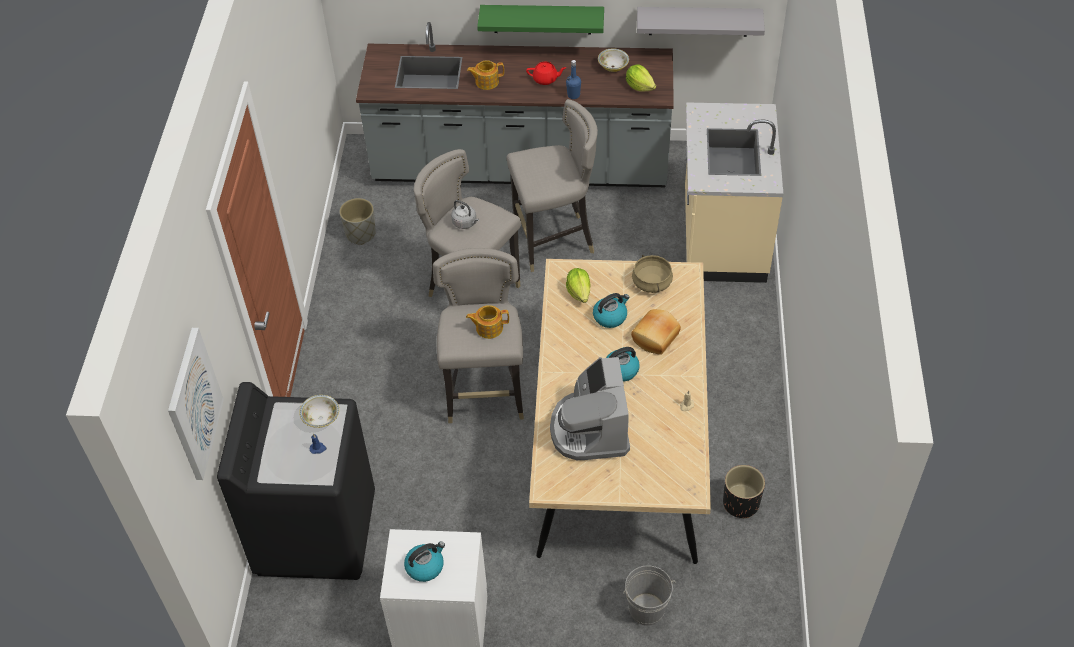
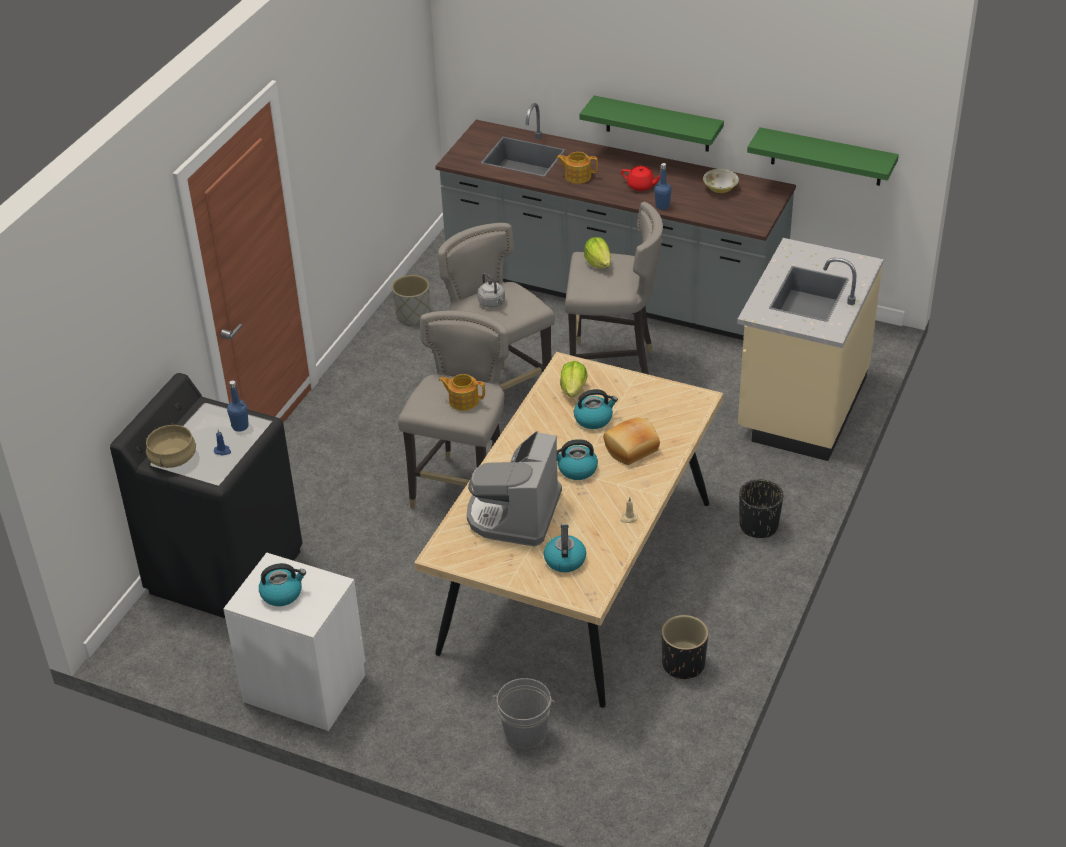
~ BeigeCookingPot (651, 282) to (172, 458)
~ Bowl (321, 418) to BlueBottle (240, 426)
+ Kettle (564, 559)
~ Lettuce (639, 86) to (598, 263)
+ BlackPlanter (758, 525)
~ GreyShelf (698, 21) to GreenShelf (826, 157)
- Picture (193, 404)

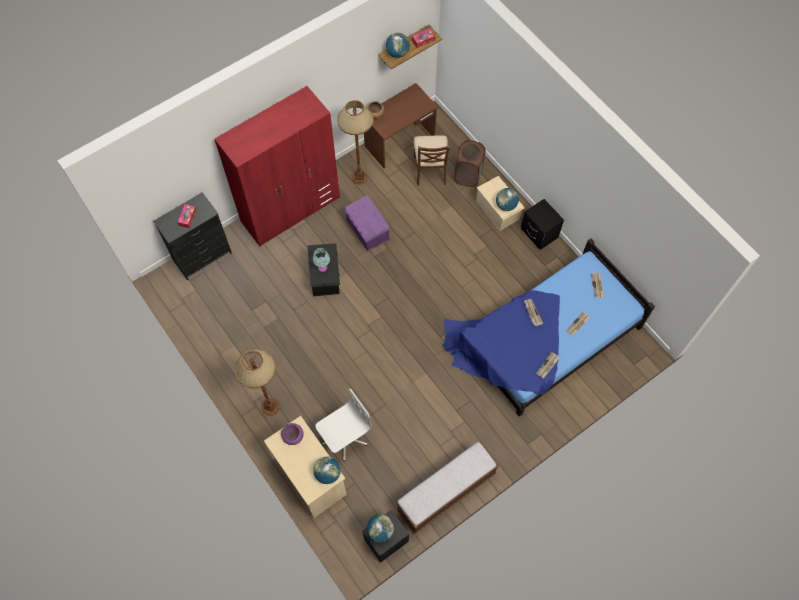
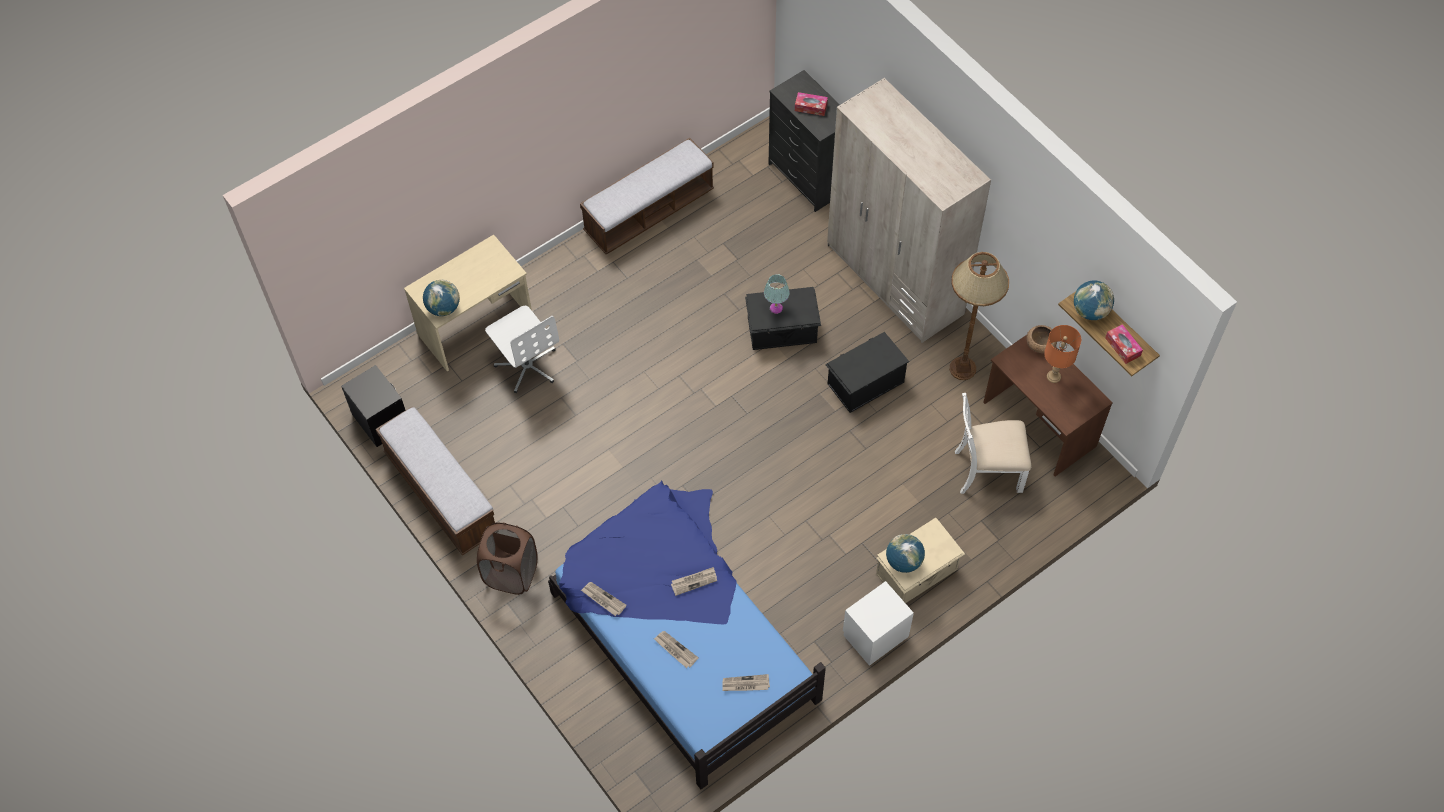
~ BrownLaundryBasket (468, 175) to (511, 574)
+ Bench (649, 212)
~ PurpleStorageBox (367, 230) to BlackStorageBox (864, 382)
~ RedWardrobe (291, 209) to BeigeWardrobe (894, 280)
~ BlackNightstand (538, 233) to WhiteNightstand (874, 634)
~ BrownChair (430, 170) to WhiteChair (987, 470)
+ OrangeTableLamp (1054, 376)
- BrownFloorLamp (270, 406)
- PurpleBowl (293, 436)
- Globe (380, 530)

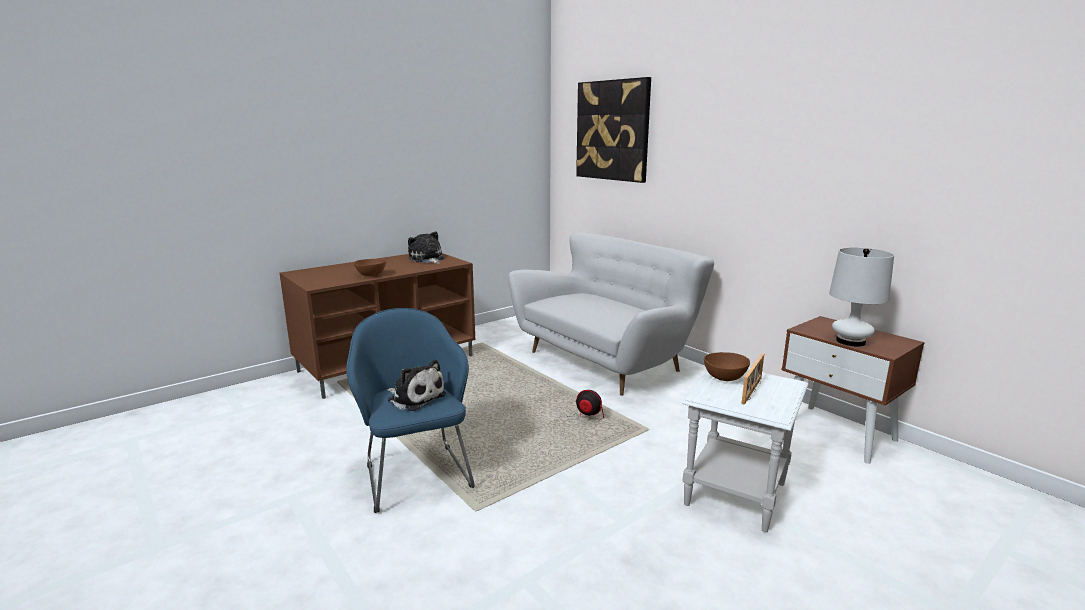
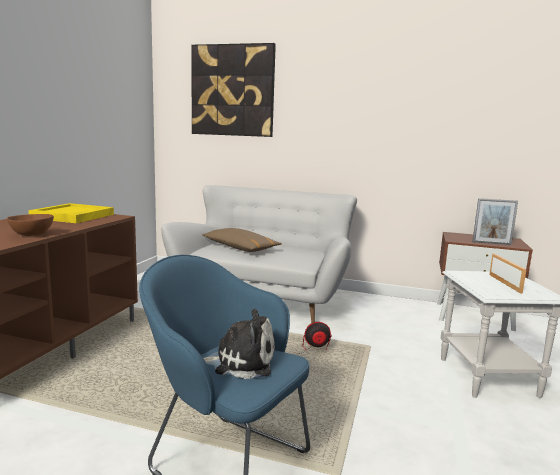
~ PlushToy (427, 259) to YellowTray (73, 216)
+ BrownPillow (240, 248)
~ WhiteTableLamp (850, 341) to PictureFrame (491, 243)
- BrownBowl (726, 378)

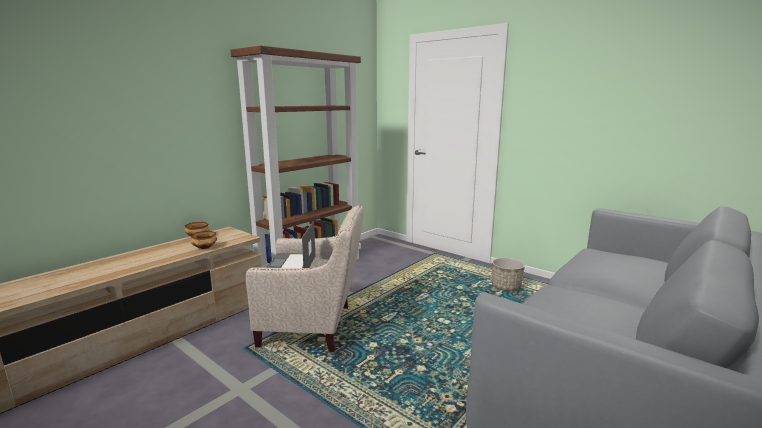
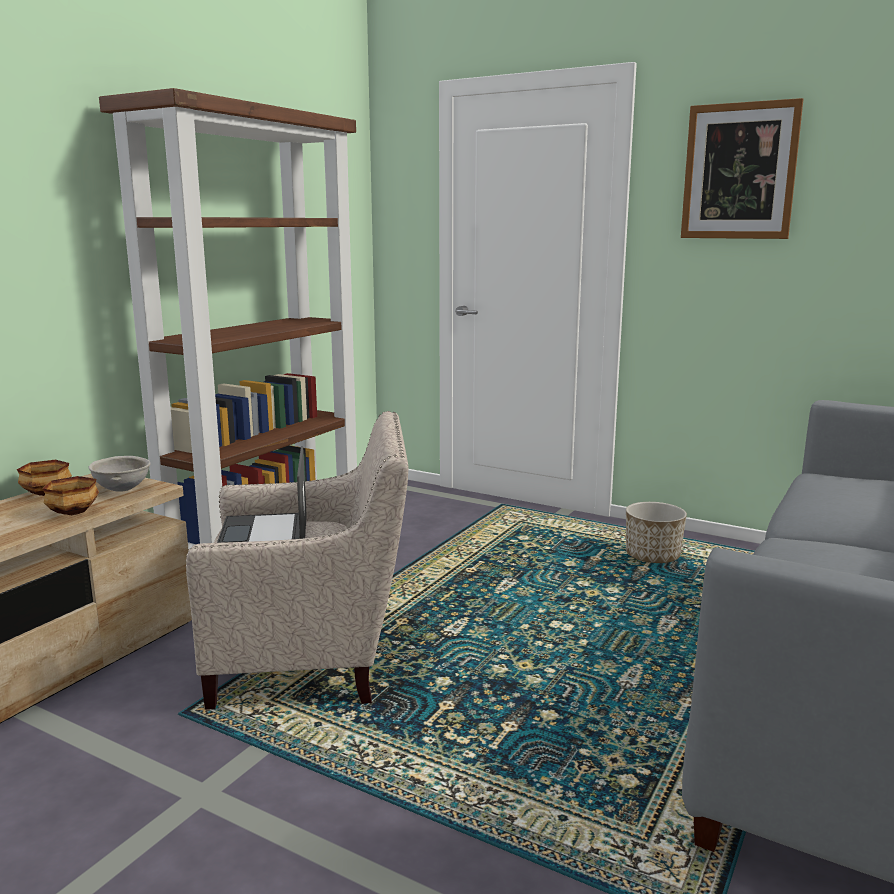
+ GreyBowl (123, 490)
+ Picture (739, 171)

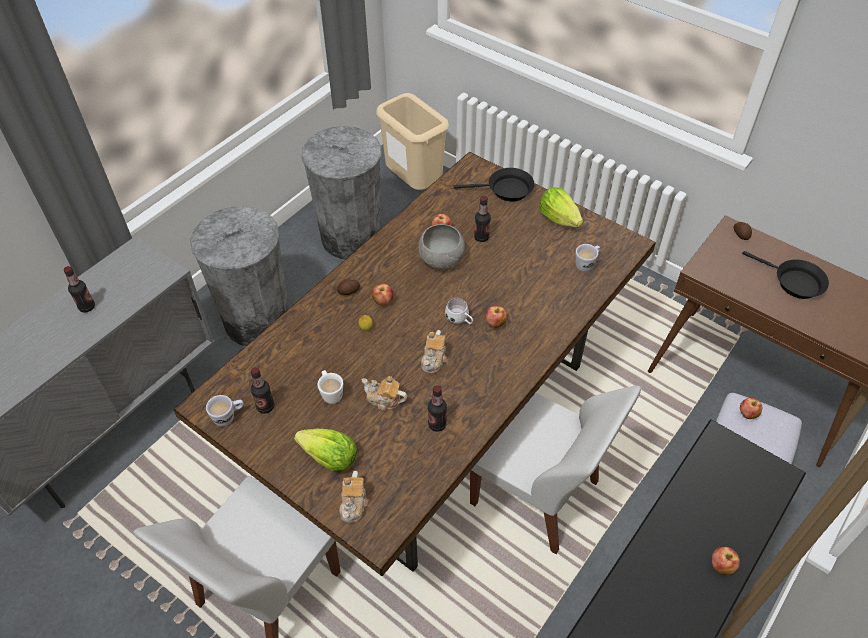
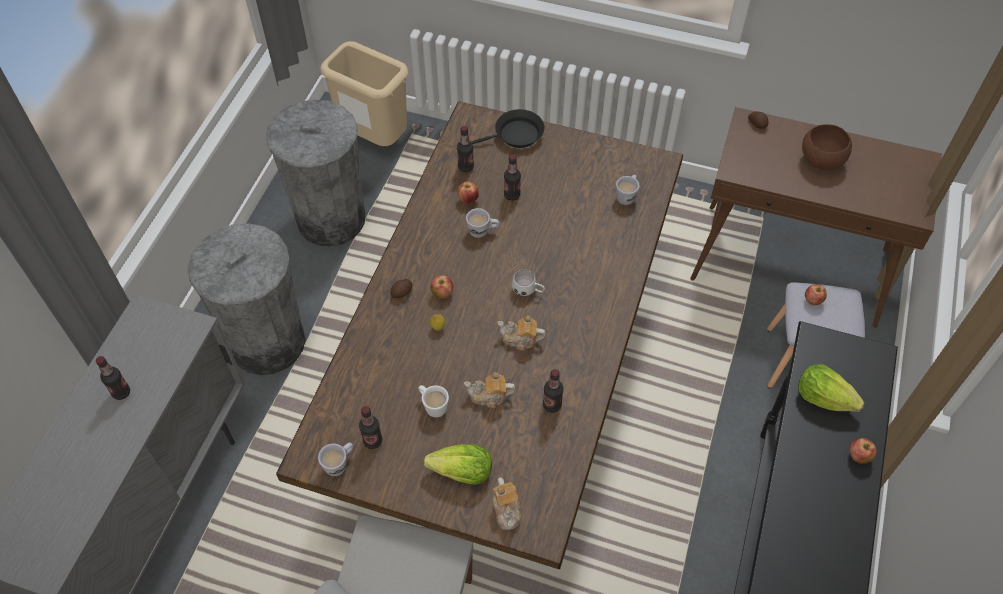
+ Bottle (465, 167)
~ GreyBowl (442, 260) to WhiteMug (482, 231)
~ Teapot (434, 359) = (520, 339) 105 degrees clockwise
~ Lettuce (559, 218) to (823, 398)
~ BlackFryingPan (793, 282) to BrownBowl (821, 161)
- WhiteChair (538, 495)
- Apple (495, 324)

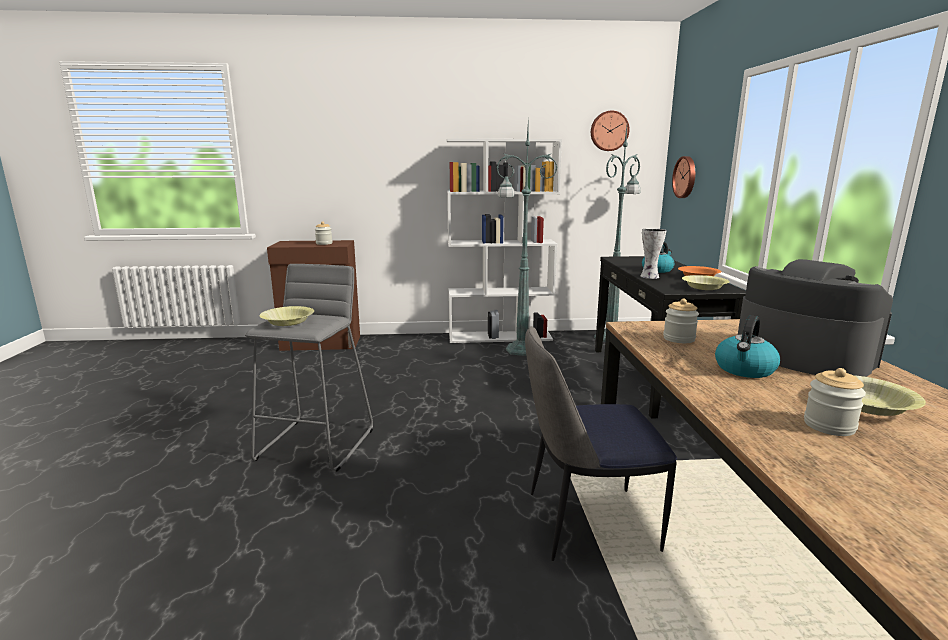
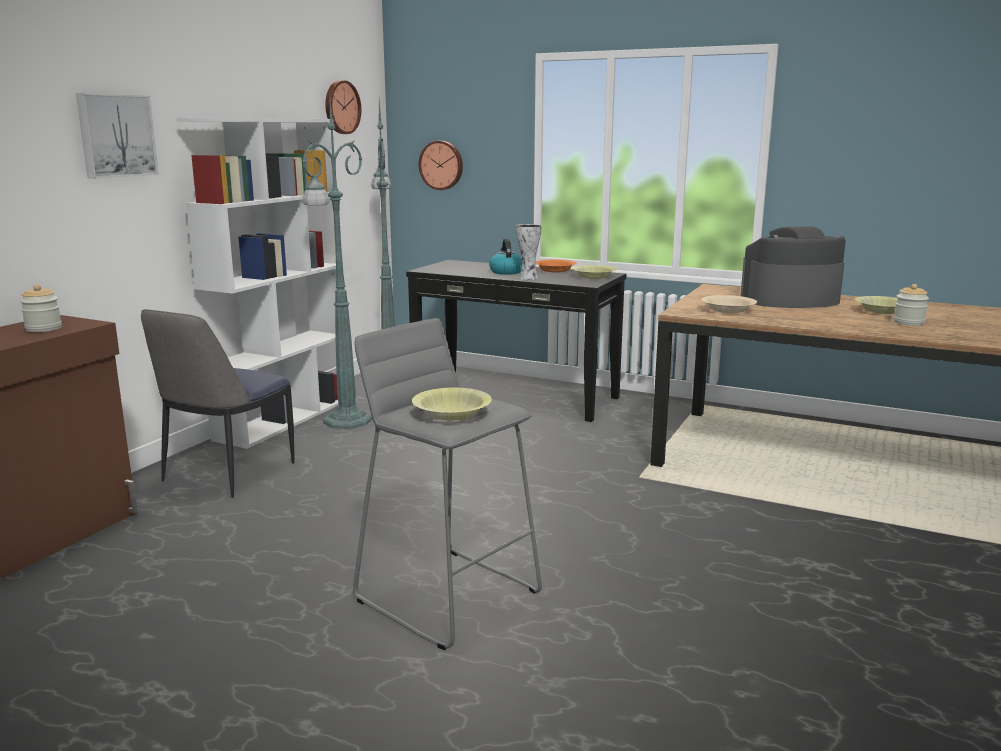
+ Picture (116, 135)
~ Chair (586, 522) to (227, 473)
~ Jar (679, 339) to BeigeBowl (728, 310)
- Kettle (745, 369)

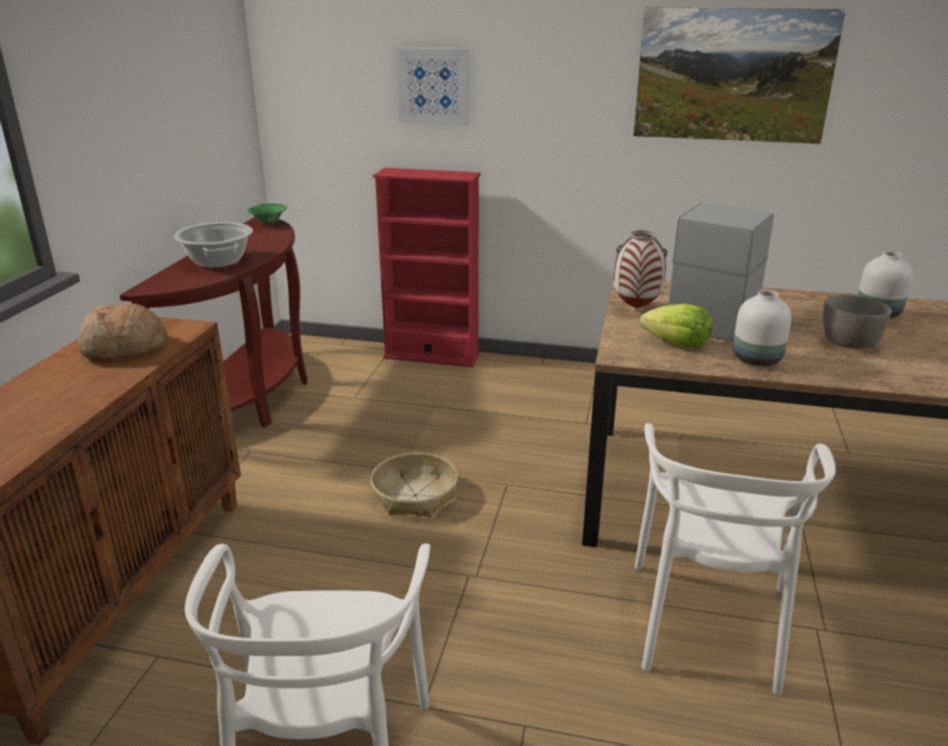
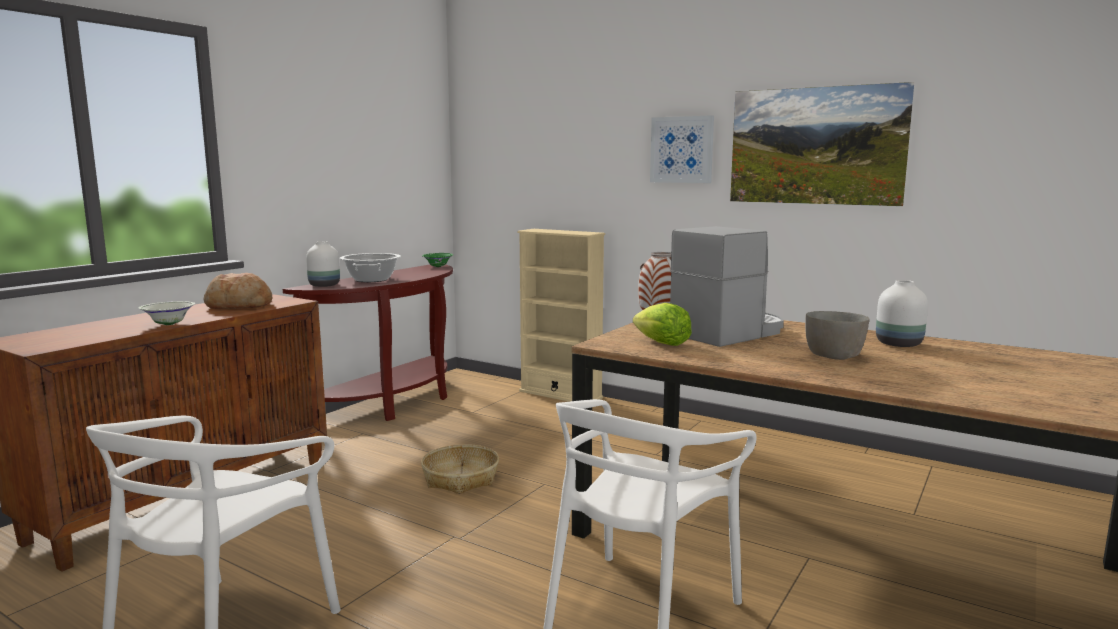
+ WhiteBowl (169, 324)
~ WhiteVase (756, 359) to (325, 285)
~ RedBookcase (431, 356) to BeigeBookcase (560, 394)
~ Picture (433, 86) to (682, 150)

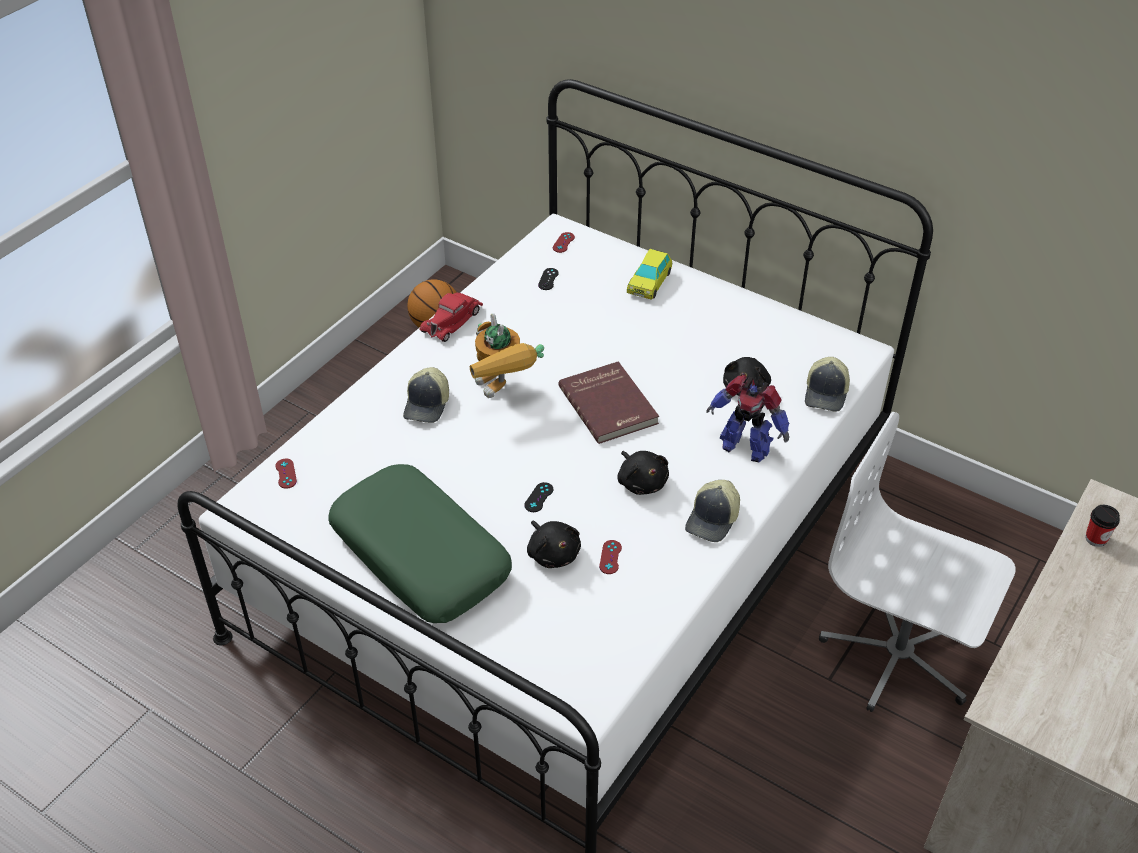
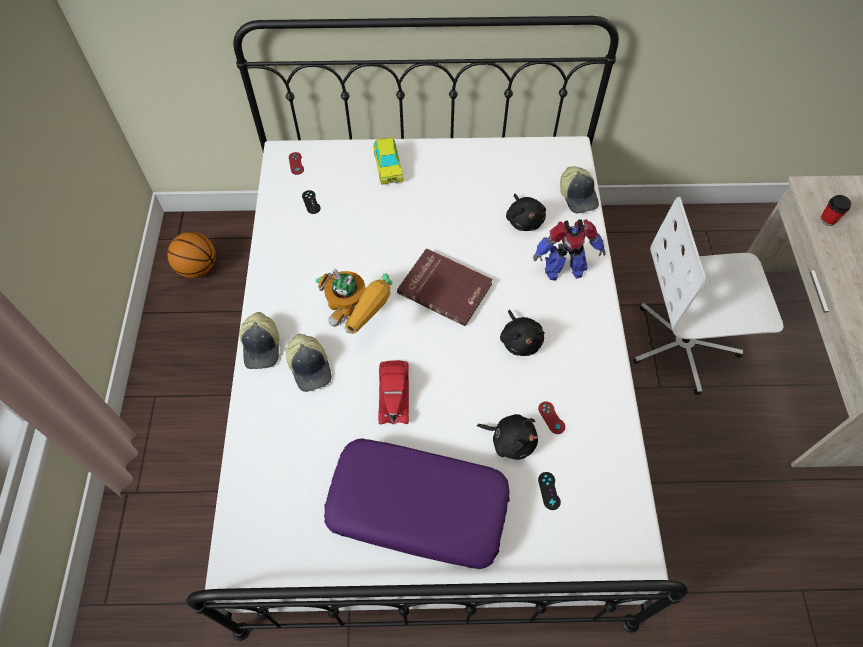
~ Cap (713, 519) to (262, 346)
~ GreenPillow (421, 555) to PurplePillow (418, 506)
~ RedToyCar (452, 321) to (394, 394)
~ BlackPlushToy (641, 482) = (520, 340) 45 degrees clockwise
~ BlackGameController (539, 497) to (549, 491)
- RedGameController (286, 473)

